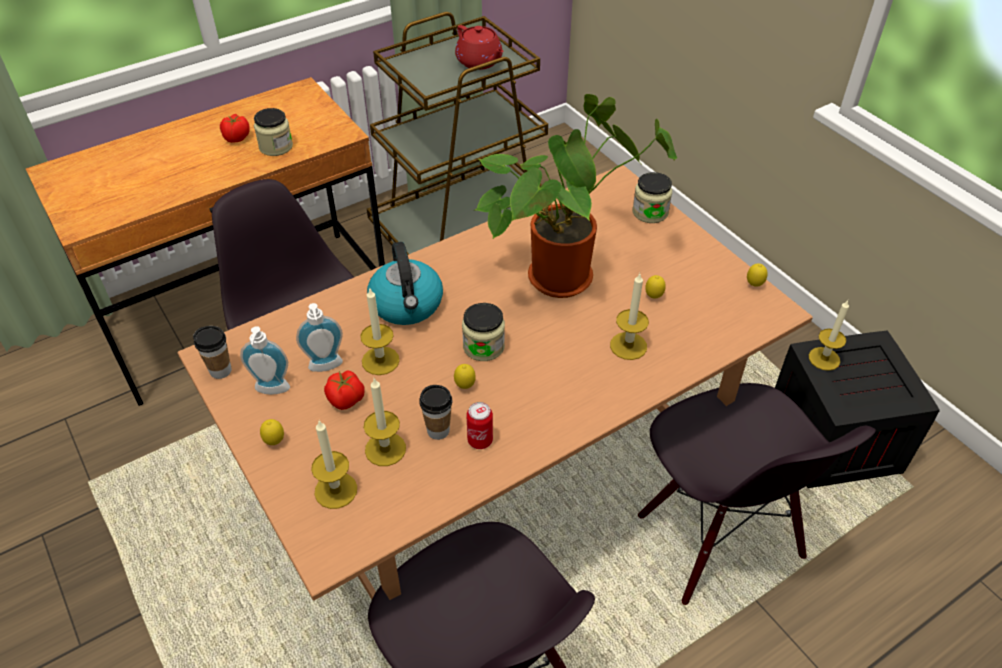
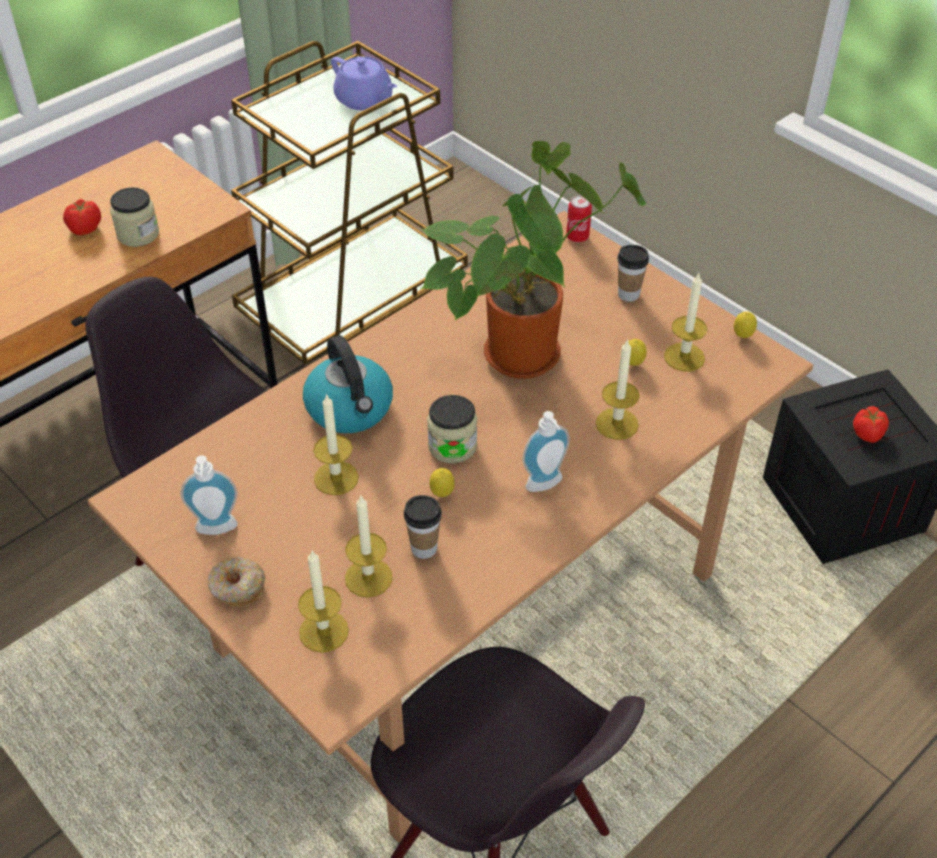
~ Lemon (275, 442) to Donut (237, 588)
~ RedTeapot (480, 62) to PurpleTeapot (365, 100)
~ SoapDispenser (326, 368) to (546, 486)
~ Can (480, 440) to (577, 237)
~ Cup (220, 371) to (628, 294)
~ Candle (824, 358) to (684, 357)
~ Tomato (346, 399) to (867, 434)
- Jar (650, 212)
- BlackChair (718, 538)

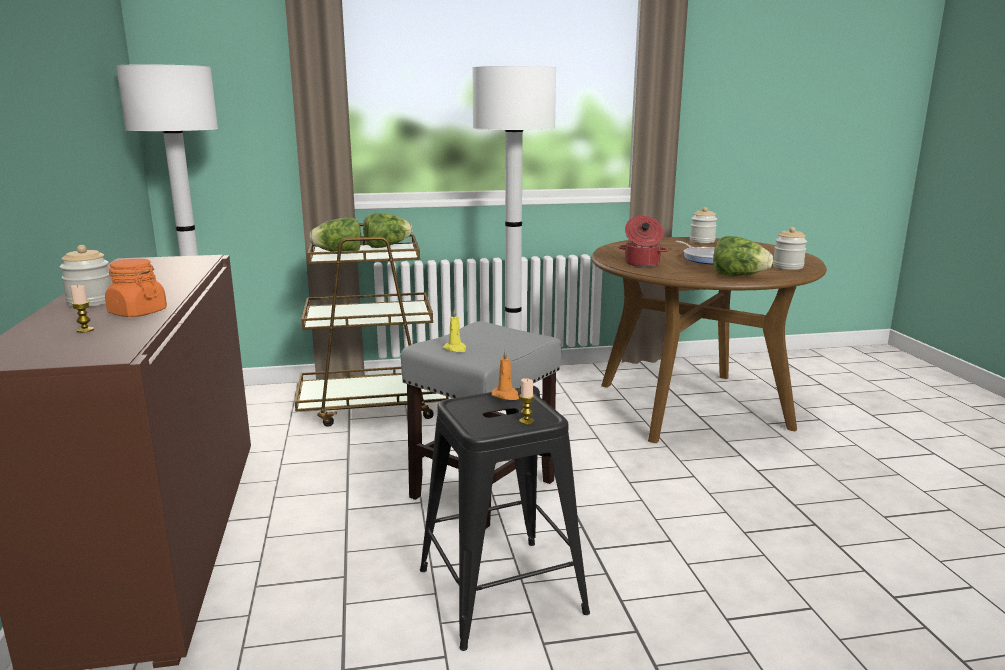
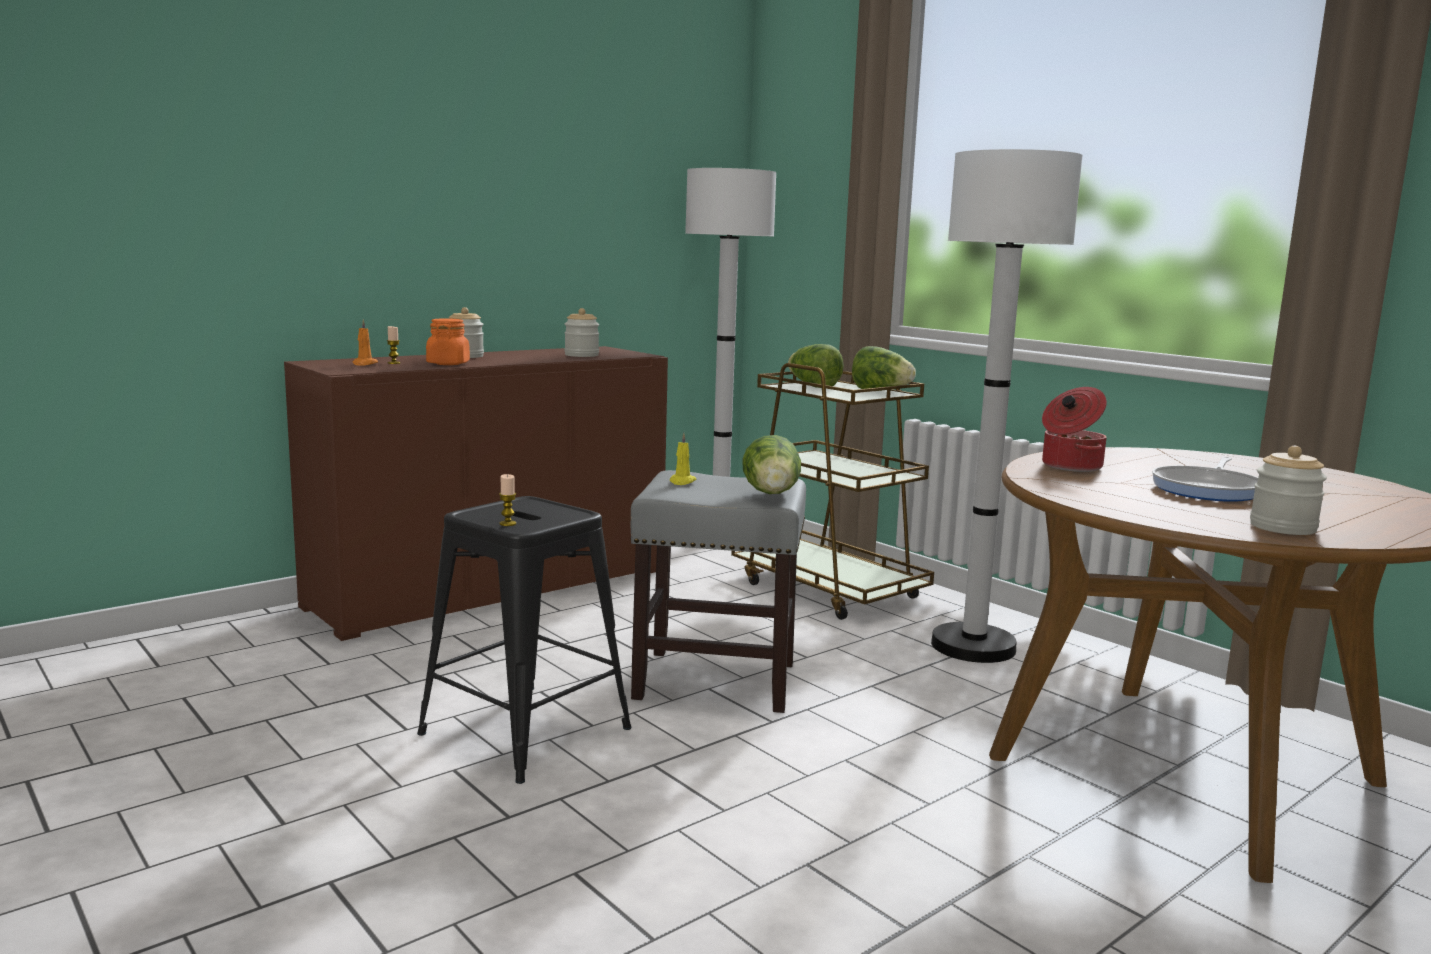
~ OrangeCandle (506, 395) to (364, 364)
~ Jar (702, 241) to (581, 355)
~ Lettuce (738, 276) to (772, 495)

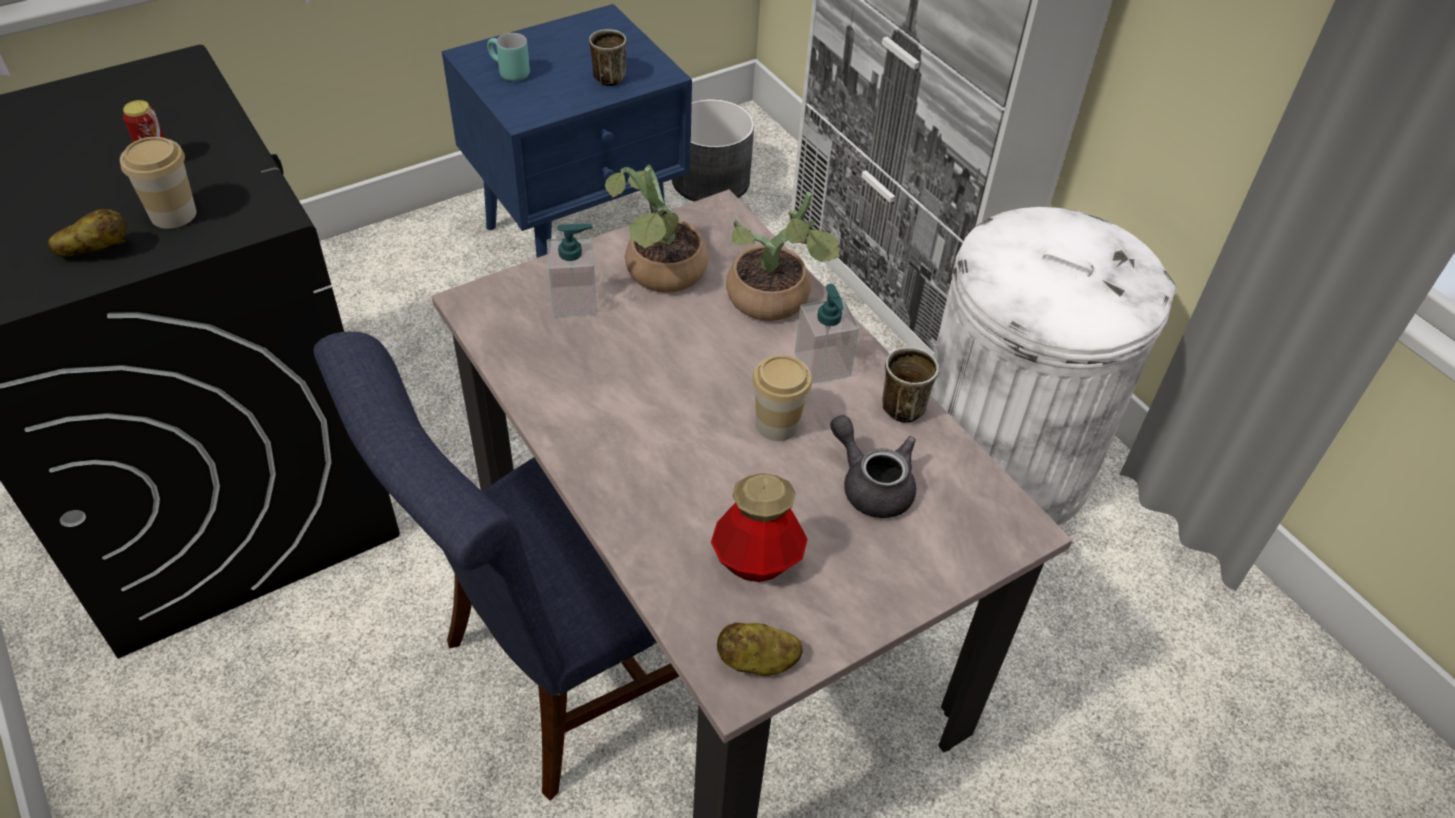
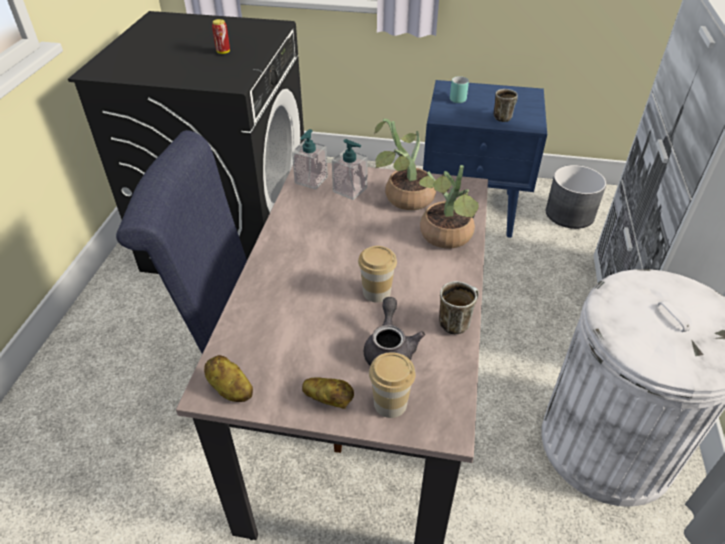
~ SoapDispenser (822, 365) to (311, 180)
~ Potato (96, 250) to (329, 399)
~ Cup (173, 214) to (390, 403)
- Bottle (757, 561)

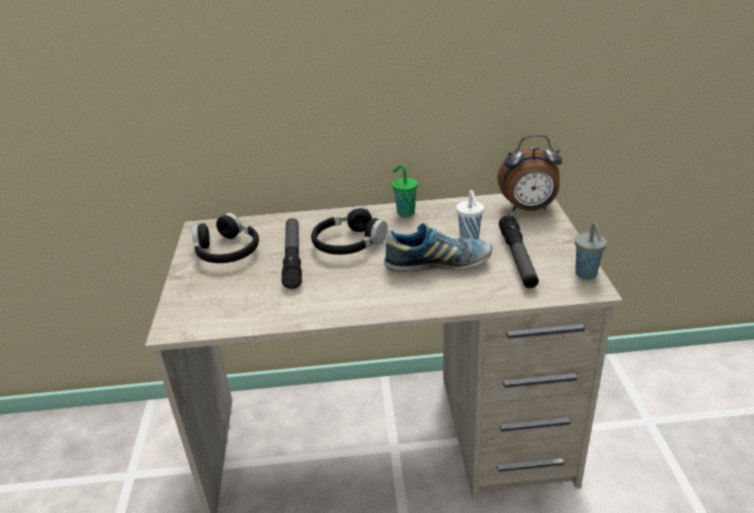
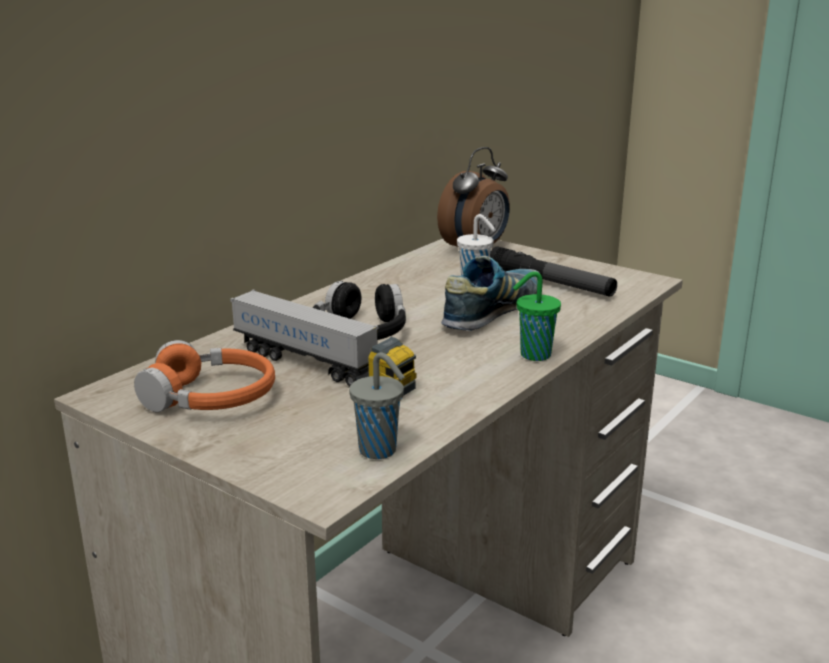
~ BlackHeadphones (226, 251) to OrangeHeadphones (210, 398)
~ Flashlight (293, 258) to ToyTruck (321, 368)
~ GreyCup (586, 274) to (380, 451)
~ GreenCup (405, 212) to (533, 355)

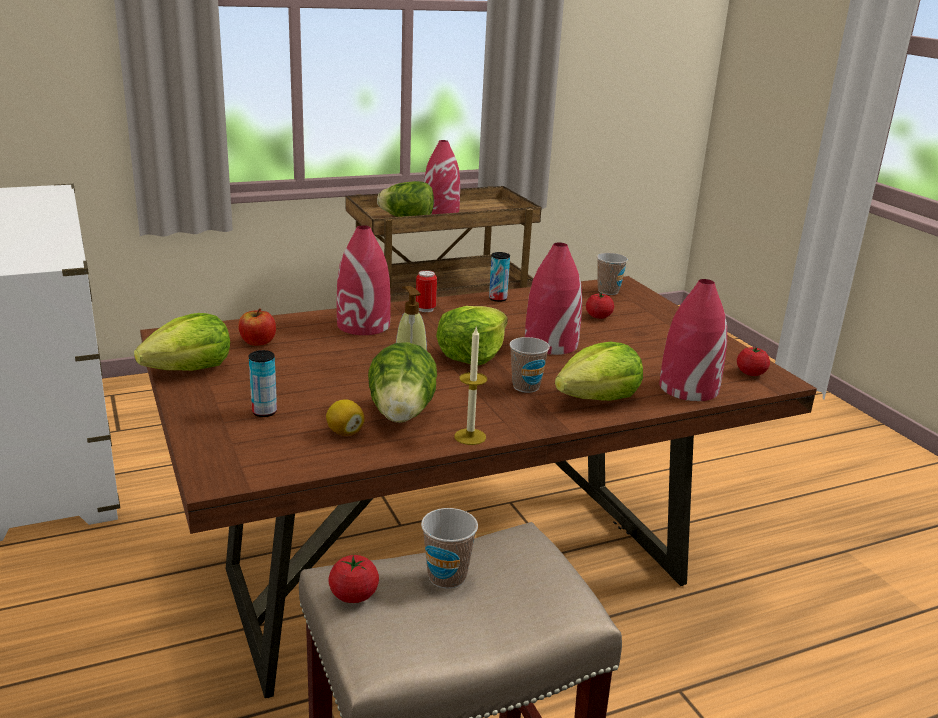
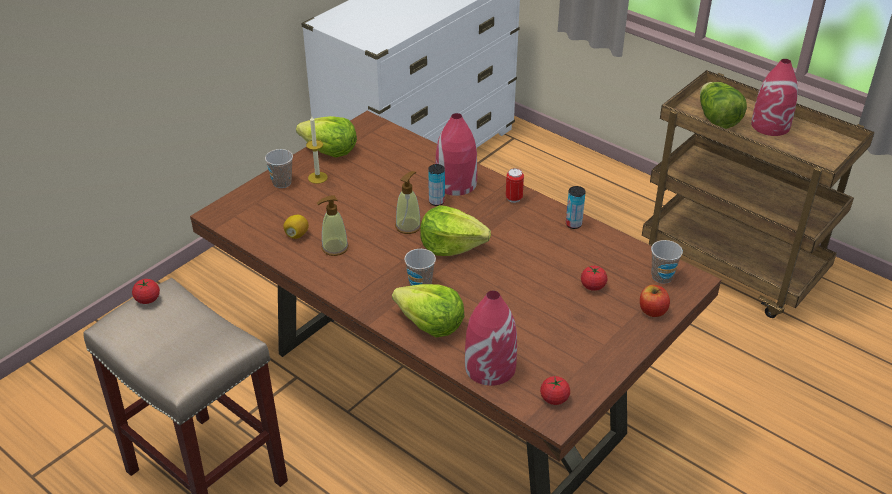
~ Cup (447, 577) to (282, 183)
~ Candle (470, 436) to (317, 177)
~ Lettuce (402, 415) to SoapDispenser (334, 248)
~ Can (264, 412) to (436, 201)
~ Apple (258, 342) to (652, 311)
- RedVase (550, 344)

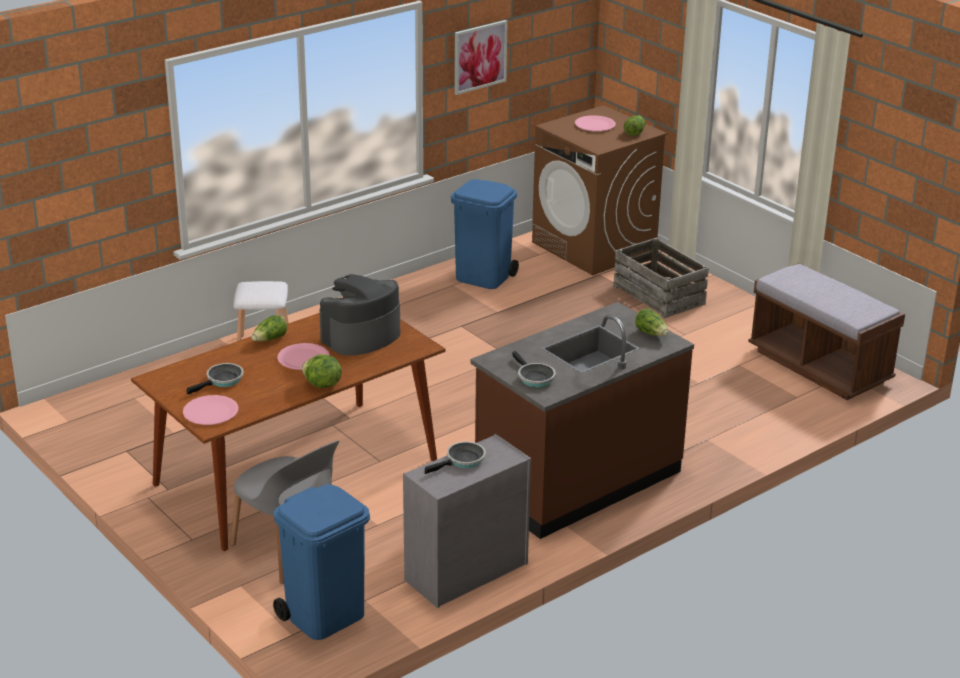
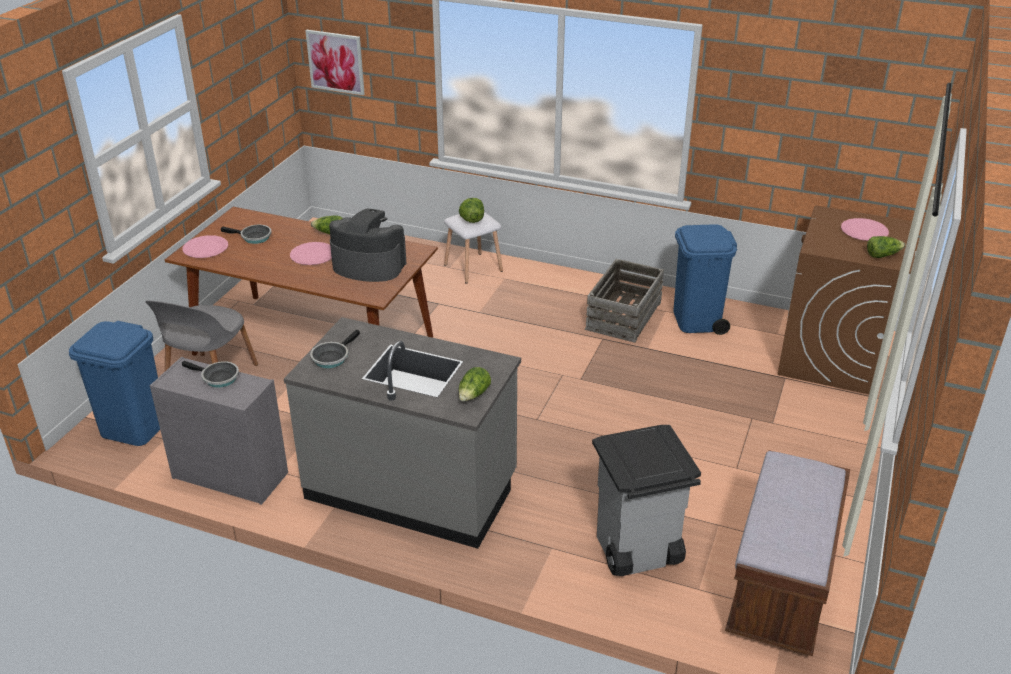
~ BrownCounter (577, 480) to GreyCounter (412, 487)
~ Picture (480, 56) to (335, 62)
~ Lettuce (322, 385) to (471, 220)
~ Crate (659, 295) to (624, 316)
+ GreyTrashCan (636, 552)

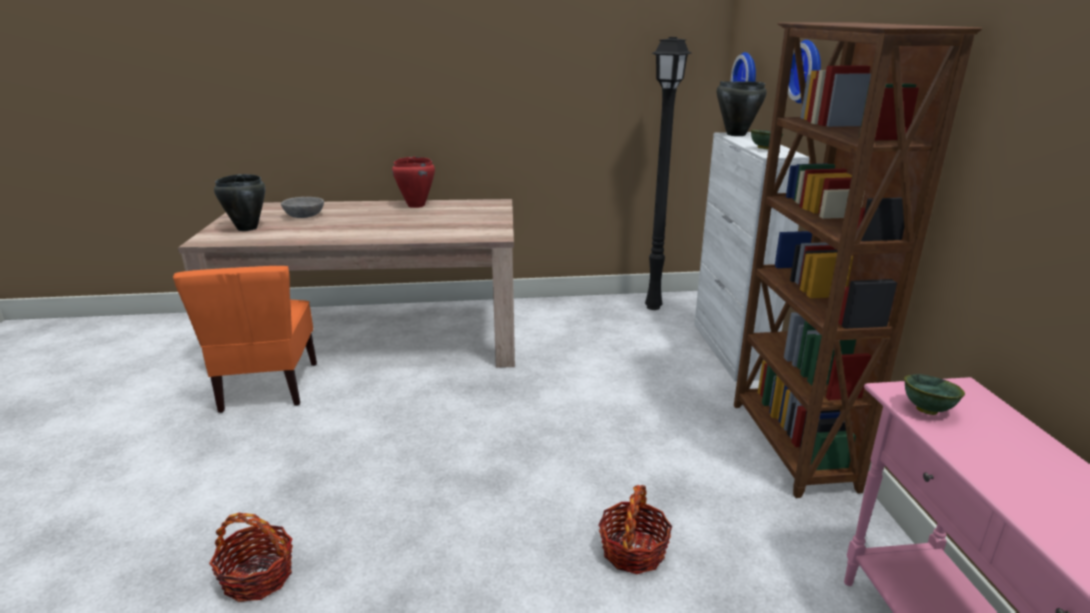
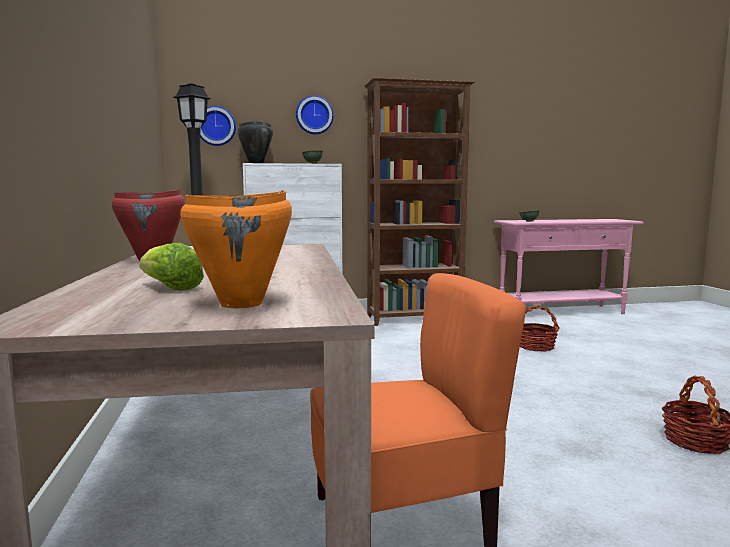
~ GreyBowl (304, 216) to Lettuce (170, 288)
~ BlackCookingPot (247, 228) to OrangeCookingPot (242, 304)

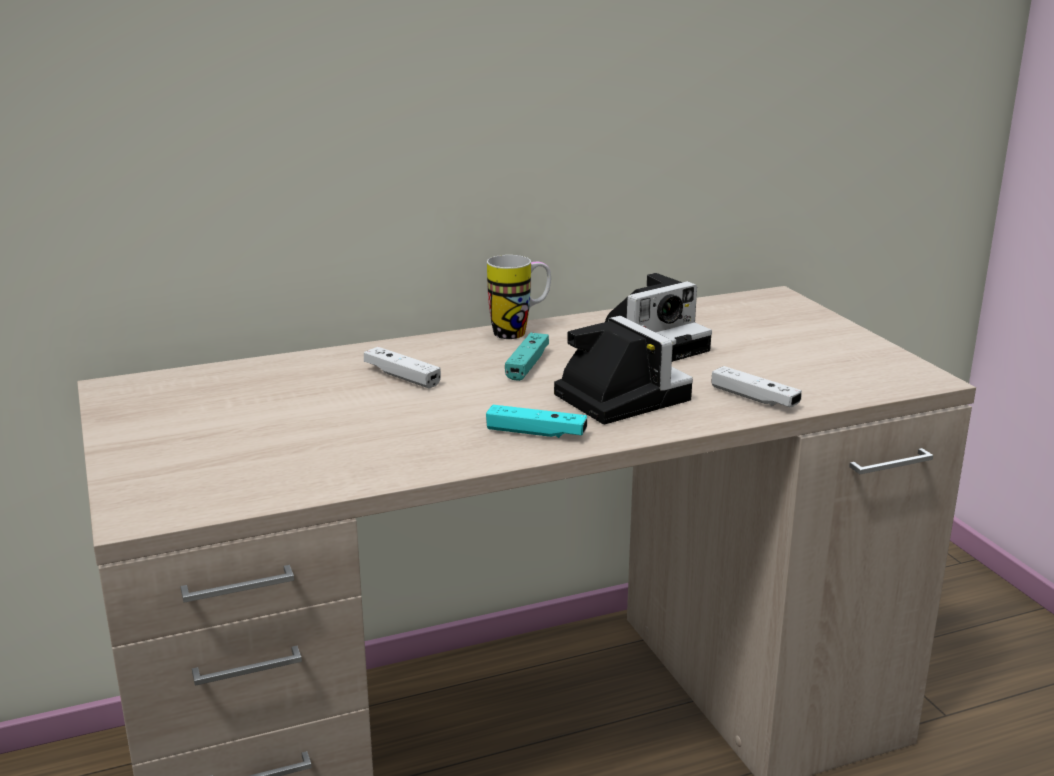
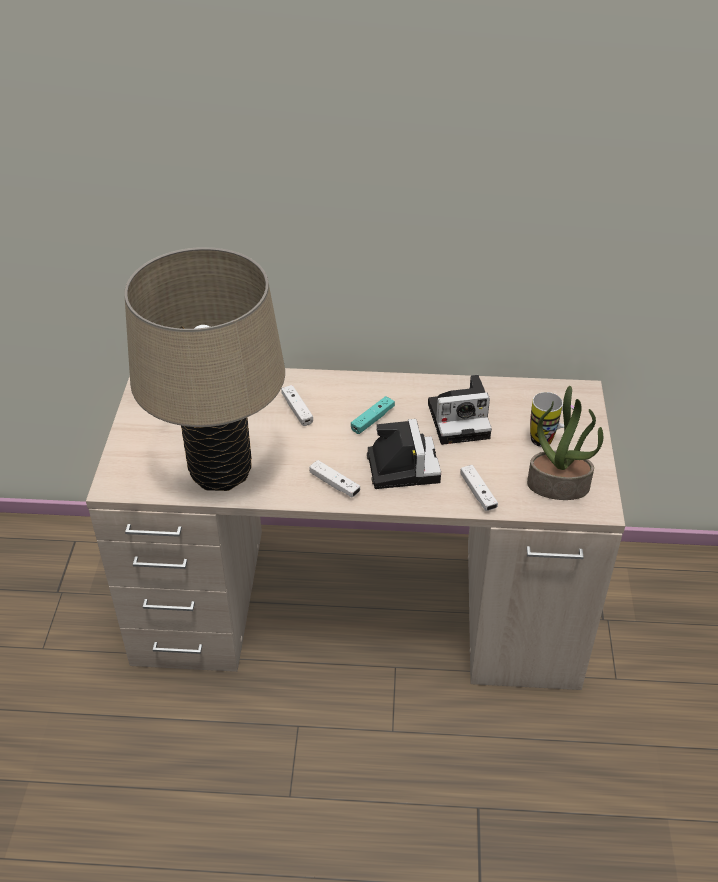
+ BeigeTableLamp (220, 471)
~ TurquoiseGameController (536, 433) to WhiteGameController (334, 484)
+ PottedPlant (559, 485)
~ Mug (519, 332) to (548, 440)

